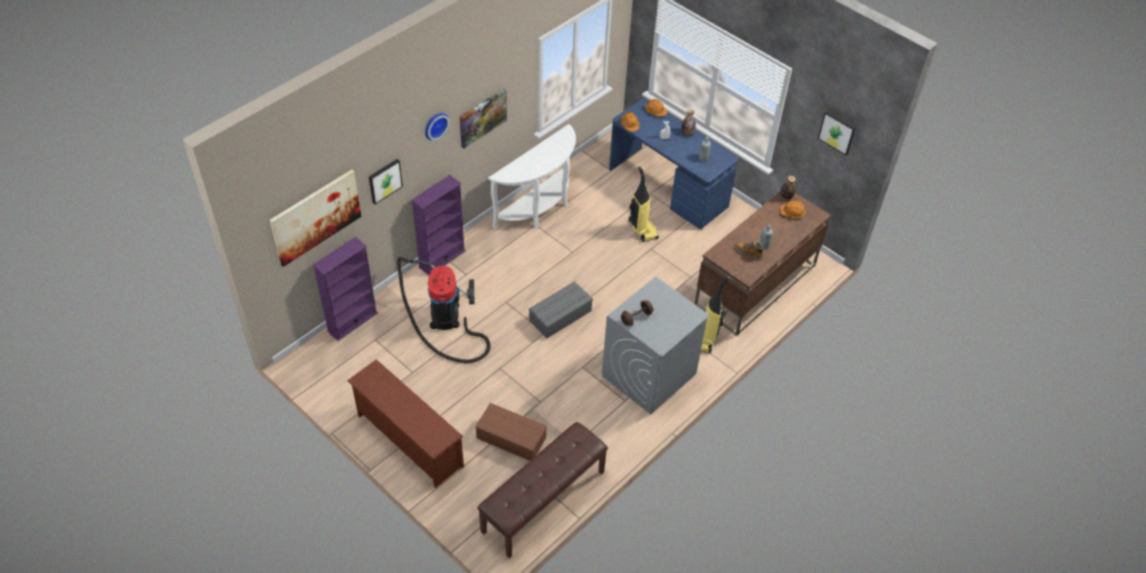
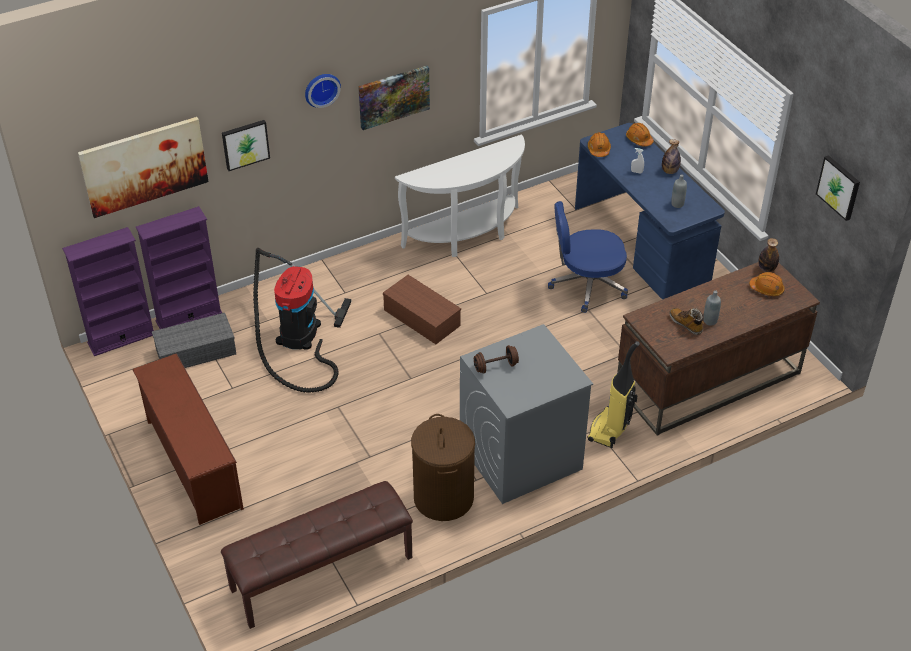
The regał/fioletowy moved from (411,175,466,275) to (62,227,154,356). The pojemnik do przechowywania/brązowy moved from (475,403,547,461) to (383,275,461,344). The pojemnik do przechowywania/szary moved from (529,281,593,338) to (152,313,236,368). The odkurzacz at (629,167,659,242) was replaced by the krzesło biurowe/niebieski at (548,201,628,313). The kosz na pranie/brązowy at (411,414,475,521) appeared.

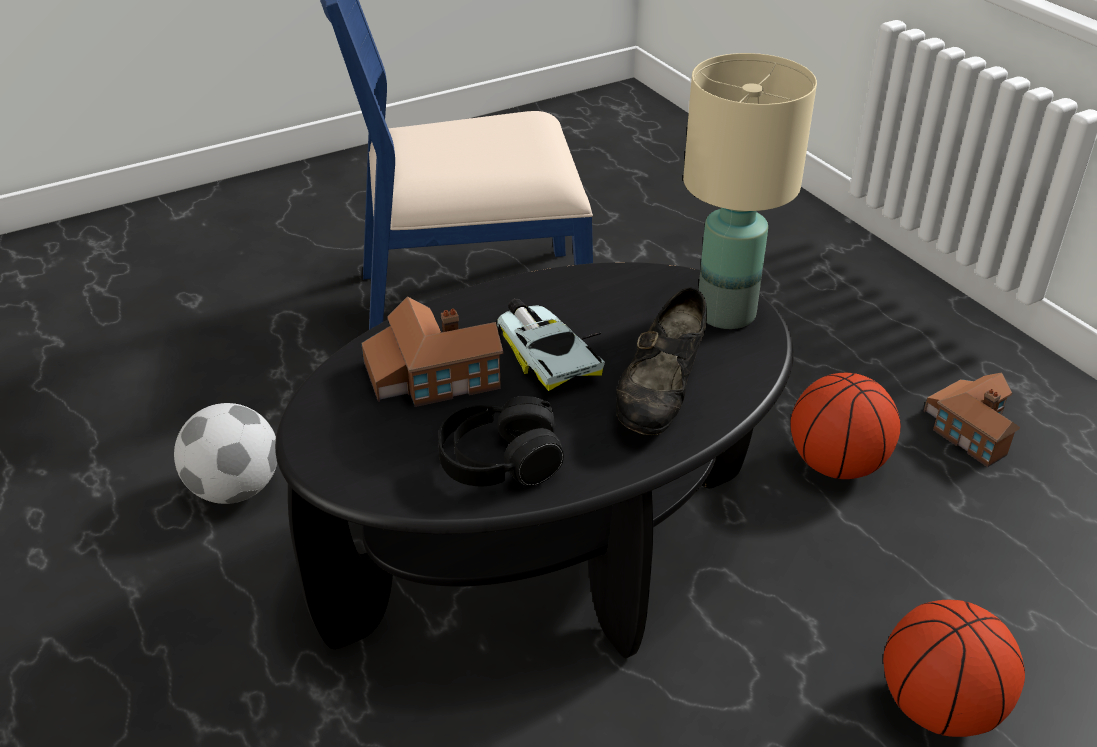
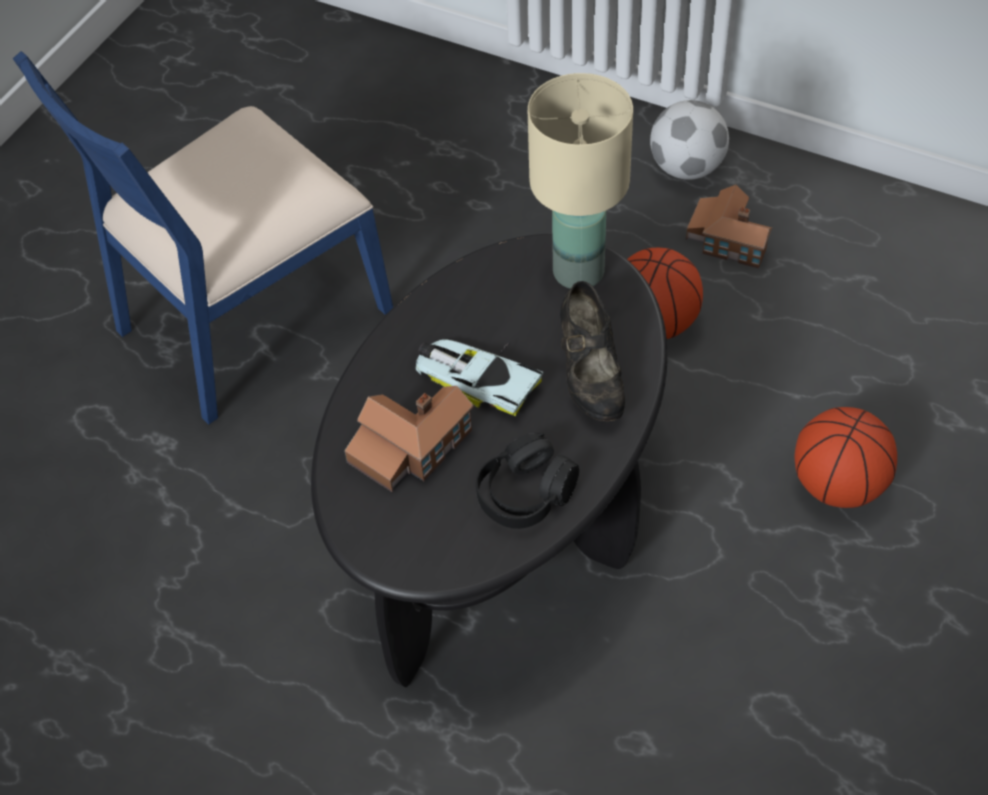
The piłka futbolowa moved from (174,403,277,504) to (650,100,729,180).

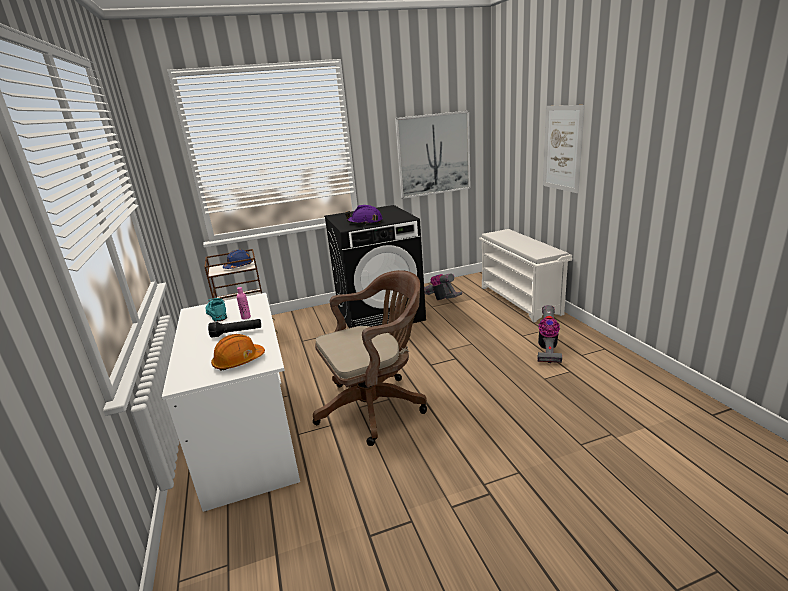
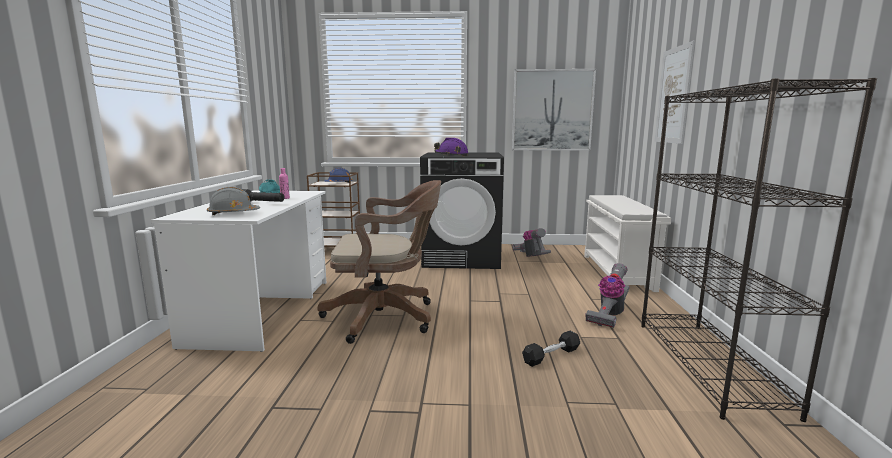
The kask/pomarańczowy at (211,334,265,371) became the kask/szary at (207,187,260,215). The hantel/czarny at (522,331,580,367) appeared. The regał/czarny at (641,78,877,422) appeared.

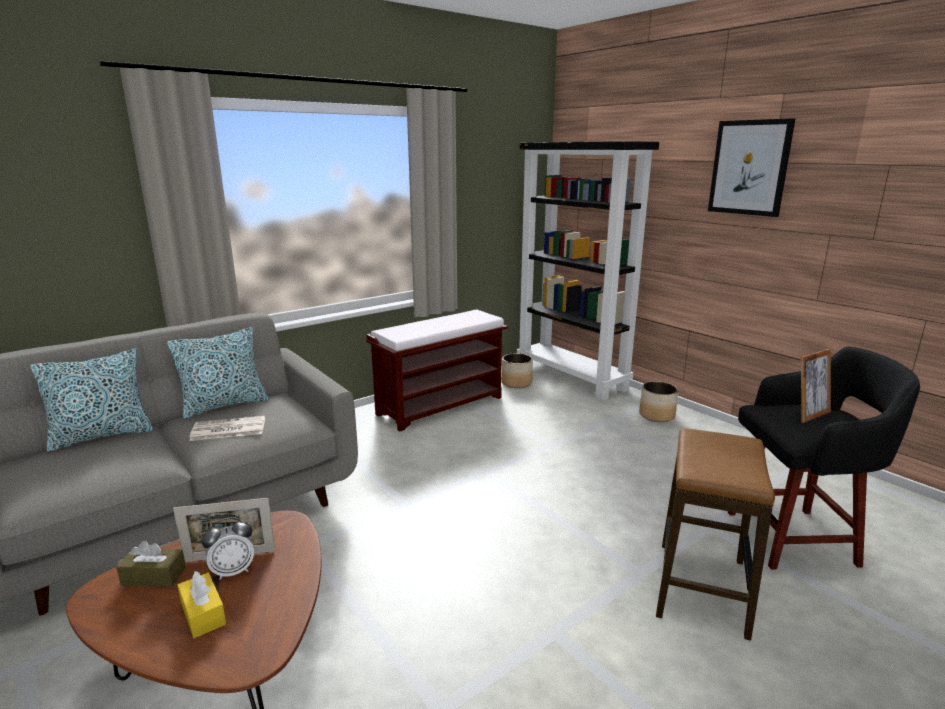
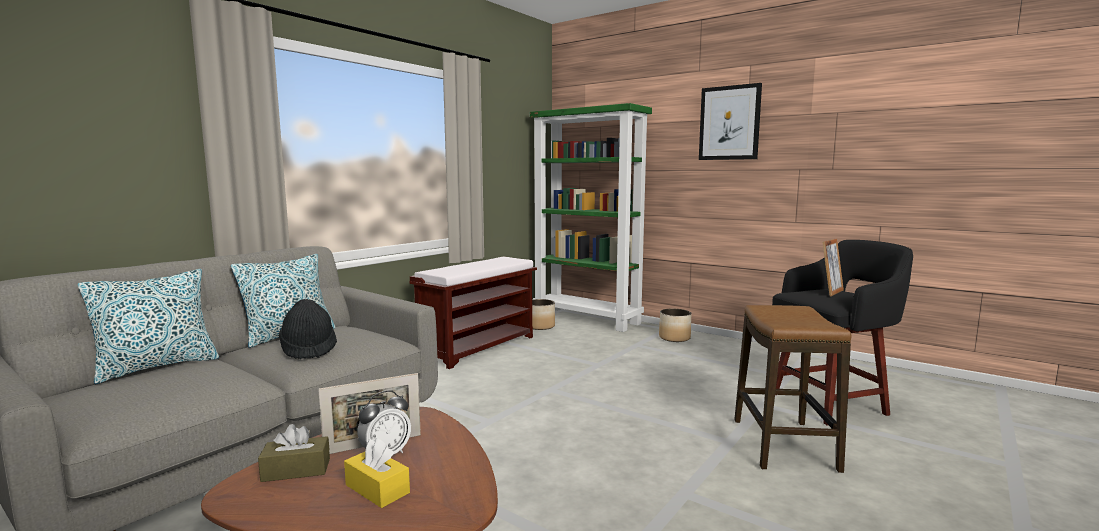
The gazeta at (189,416,265,441) was replaced by the kapelusz/czarny at (279,299,337,359). The regał/czarny at (517,141,659,400) became the regał/zielony at (530,103,652,332).

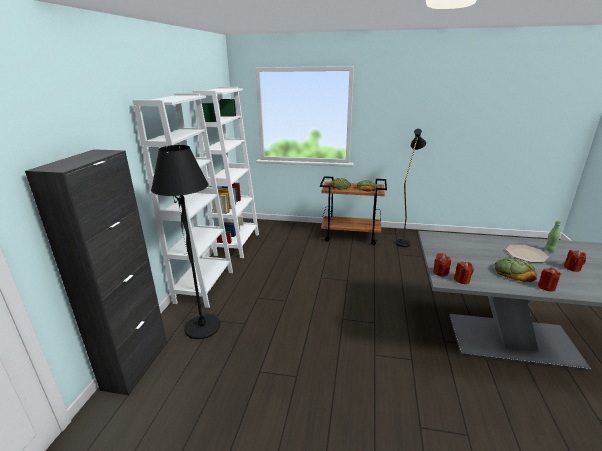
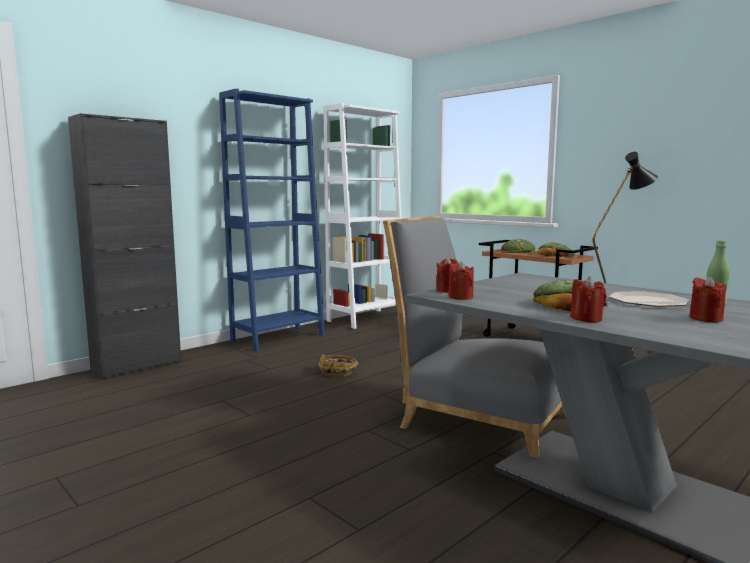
The regał/biały at (133,93,233,308) became the regał/niebieski at (219,88,325,351). The lampa stojąca/czarny at (151,145,220,339) disappeared. The koszyk at (318,355,358,377) appeared. The krzesło/szary at (383,216,567,458) appeared.

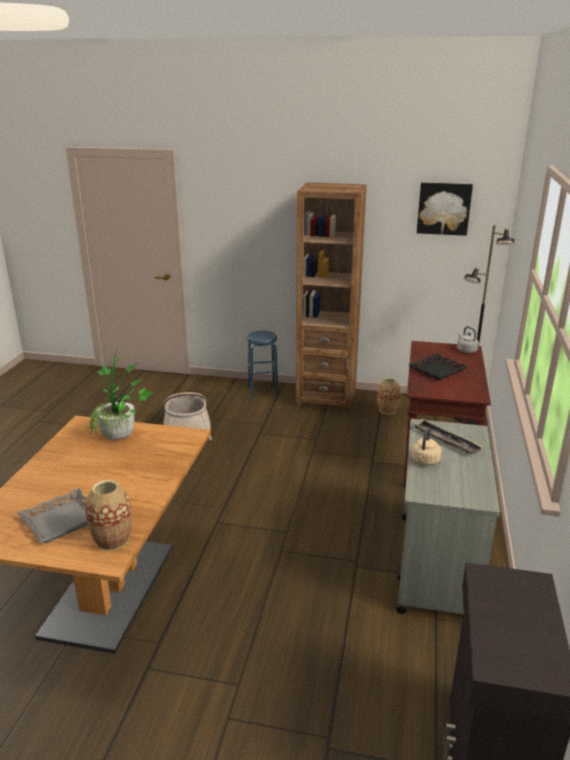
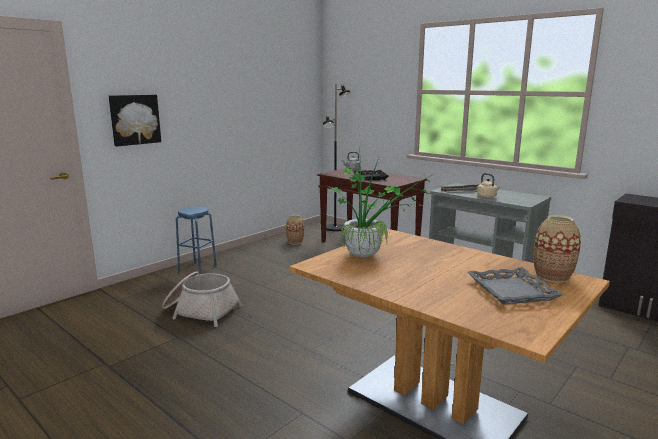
The regał/brązowy at (295,183,367,412) disappeared. The obraz moved from (417,182,473,236) to (109,95,161,146).

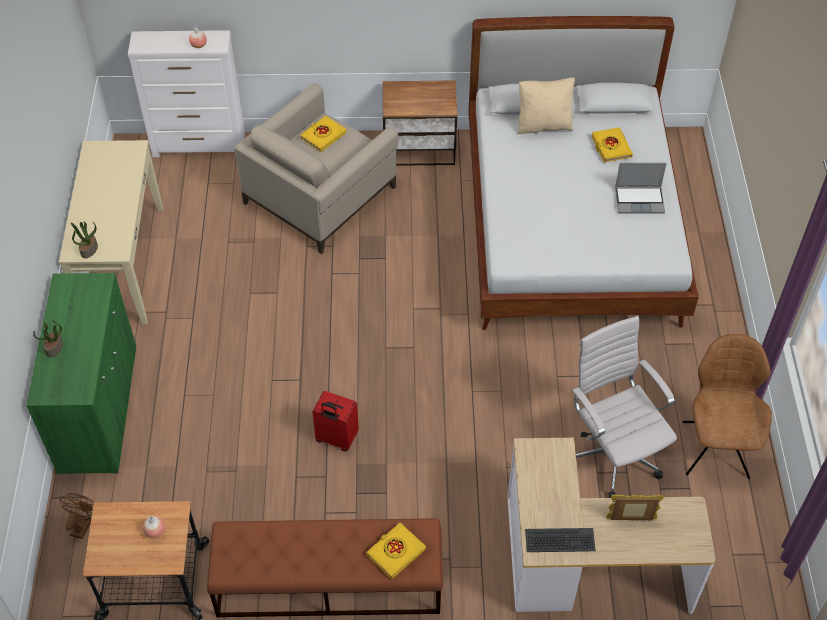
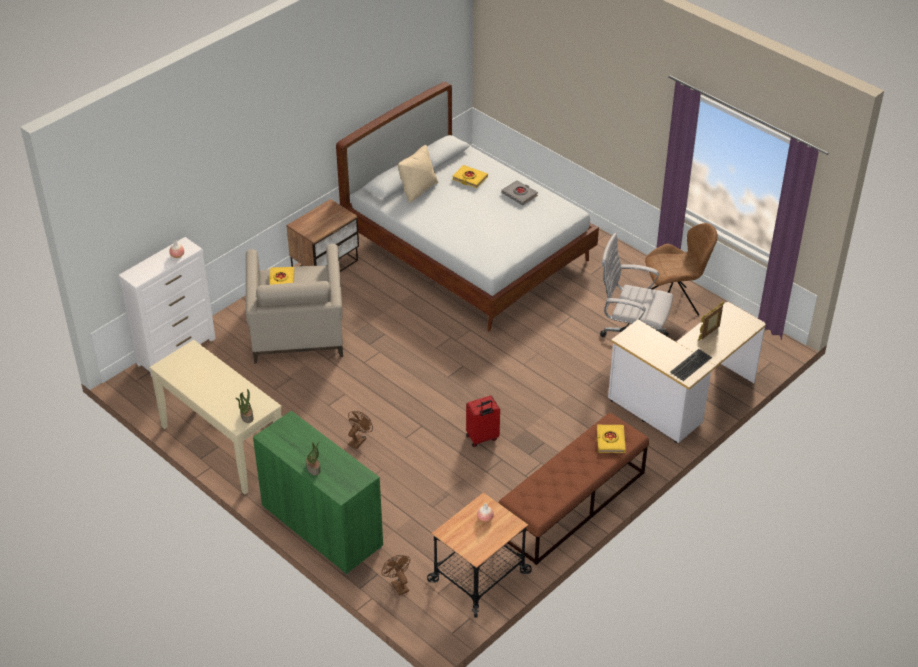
The laptop at (615,163,667,213) was replaced by the książka/szary at (502,180,538,205). The krzesło/brązowy at (682,334,772,479) turned 120 degrees clockwise. The wentylator/brązowy at (348,411,373,449) appeared.

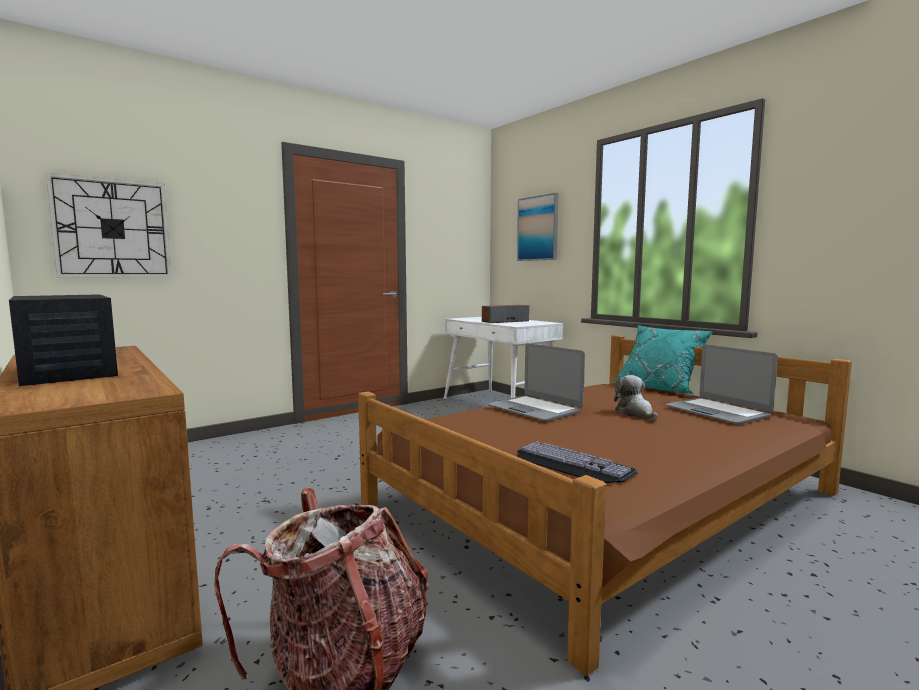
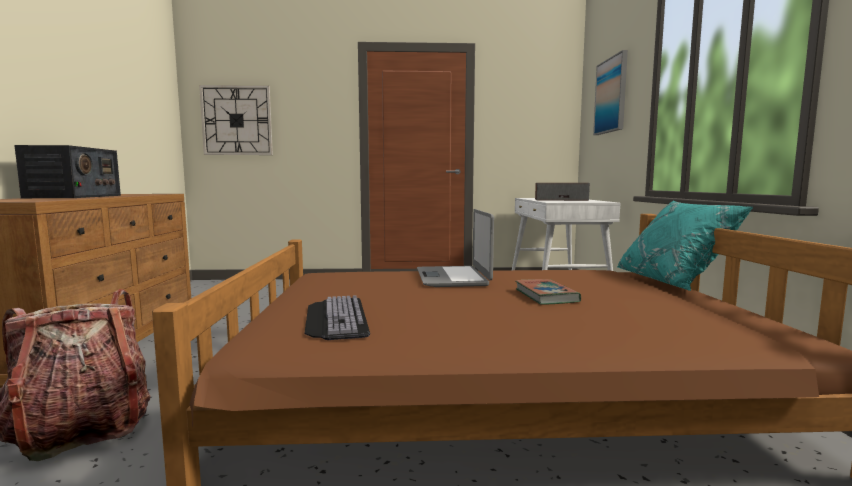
The pluszak at (614,375,658,421) was replaced by the książka at (515,279,581,305). The laptop at (665,345,778,424) disappeared.

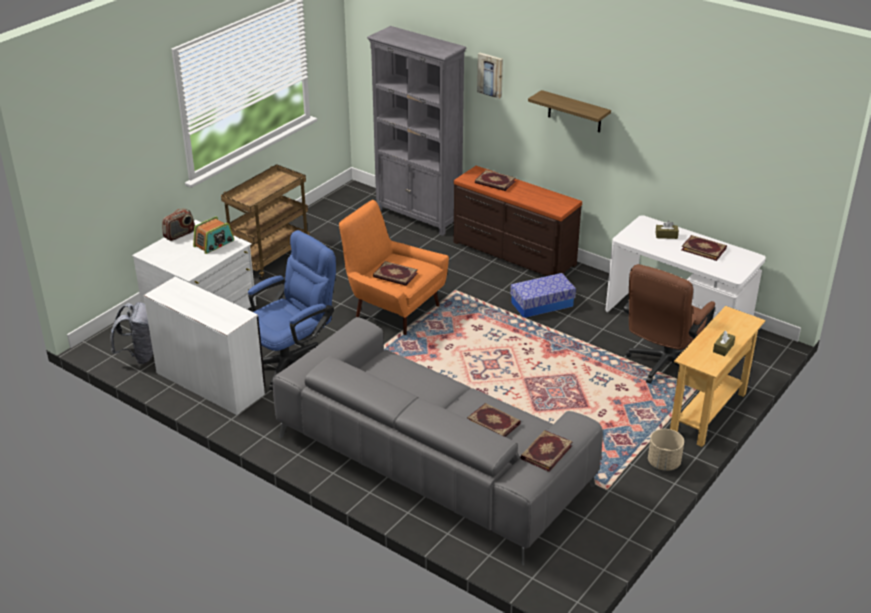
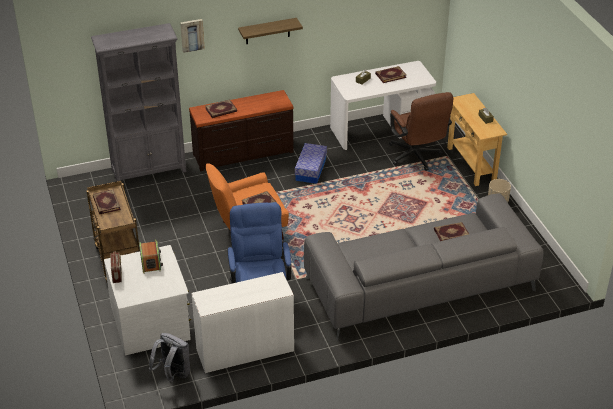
The książka moved from (520,430,573,472) to (93,189,121,214).

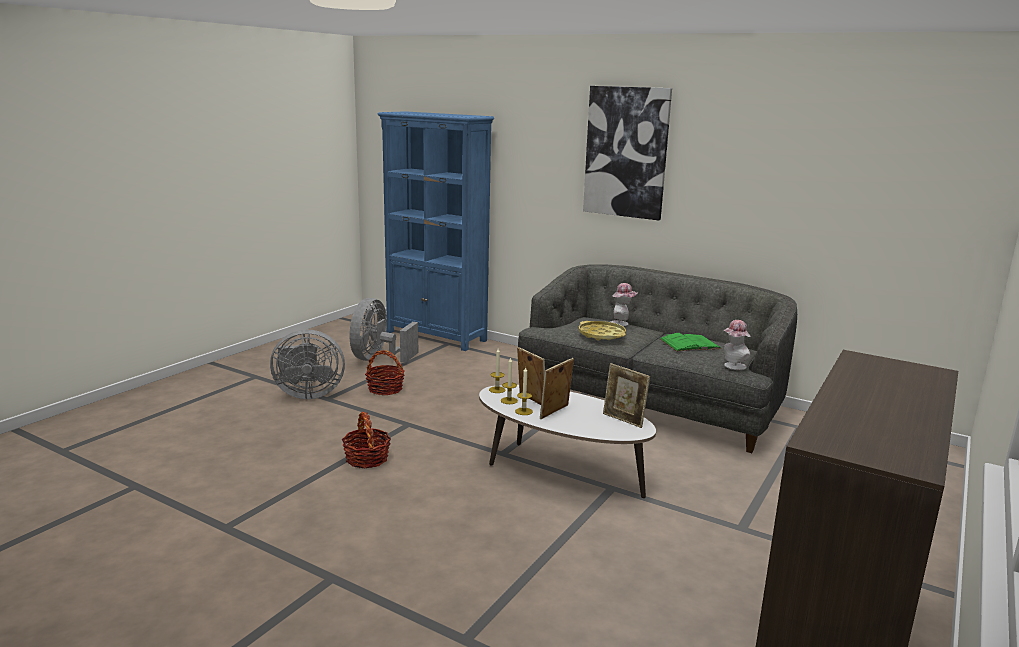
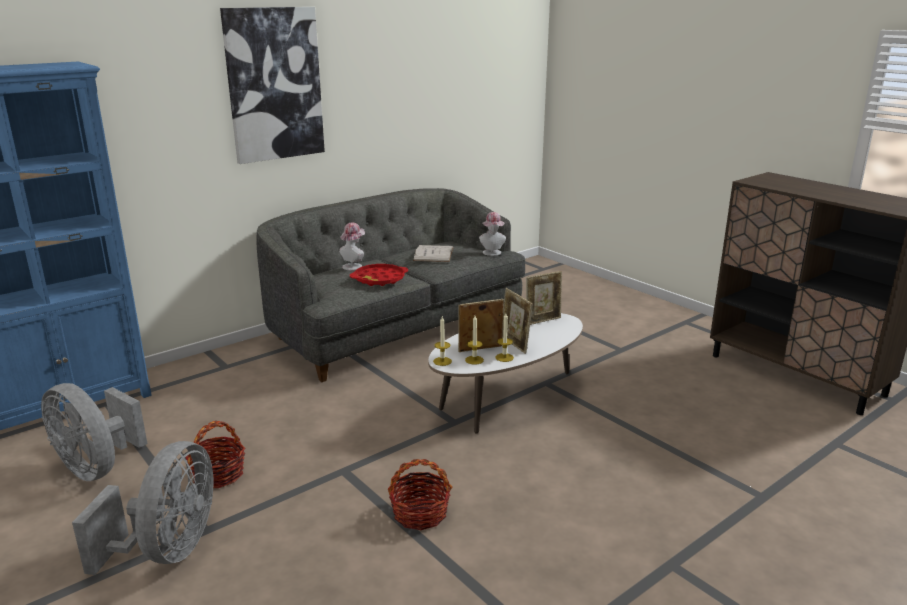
The taca/żółty at (579,321,626,341) became the taca/czerwony at (350,264,408,286). The książka/zielony at (660,333,721,352) became the książka/biały at (413,245,454,262).

